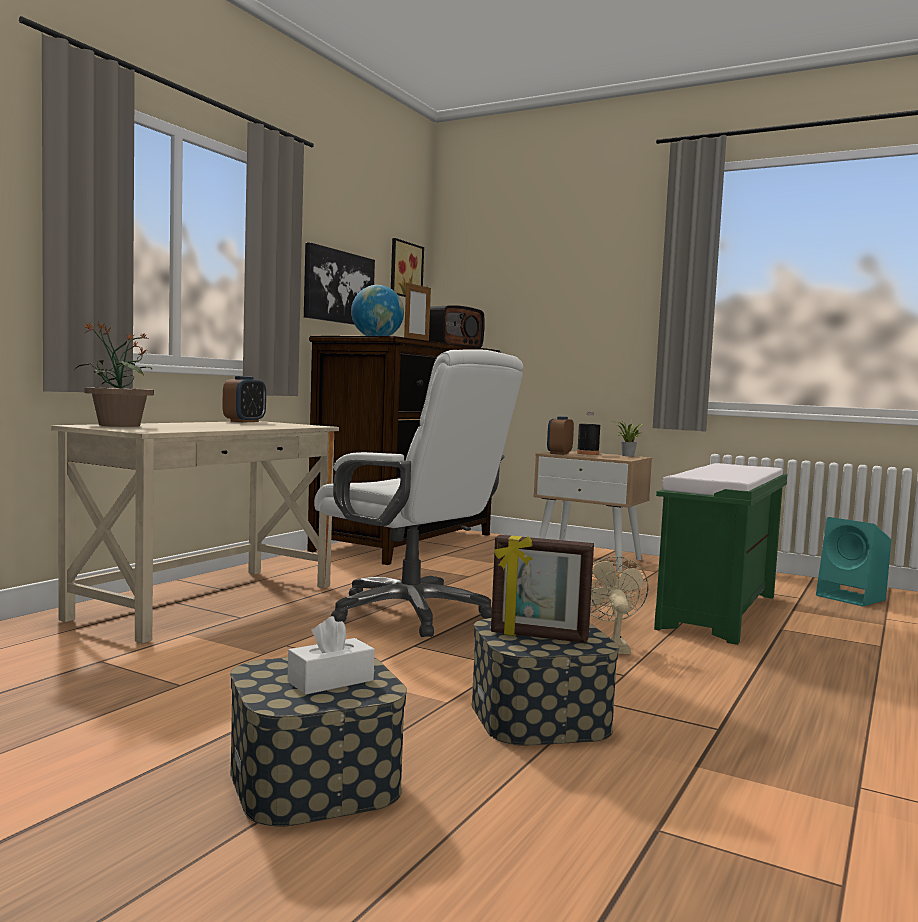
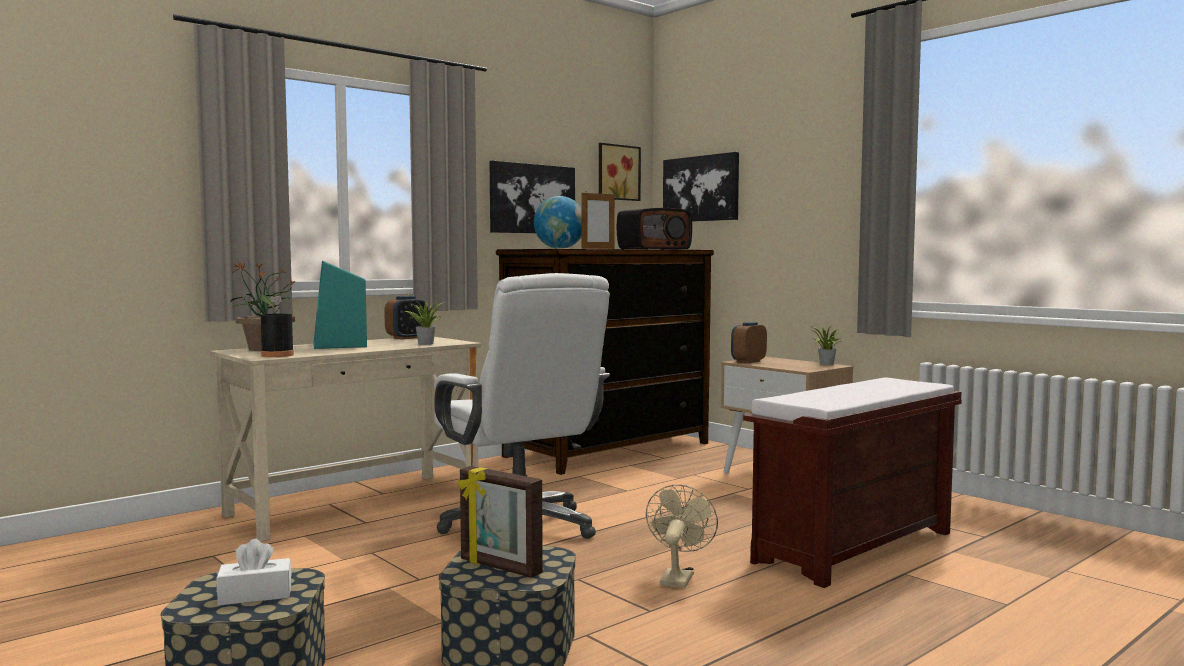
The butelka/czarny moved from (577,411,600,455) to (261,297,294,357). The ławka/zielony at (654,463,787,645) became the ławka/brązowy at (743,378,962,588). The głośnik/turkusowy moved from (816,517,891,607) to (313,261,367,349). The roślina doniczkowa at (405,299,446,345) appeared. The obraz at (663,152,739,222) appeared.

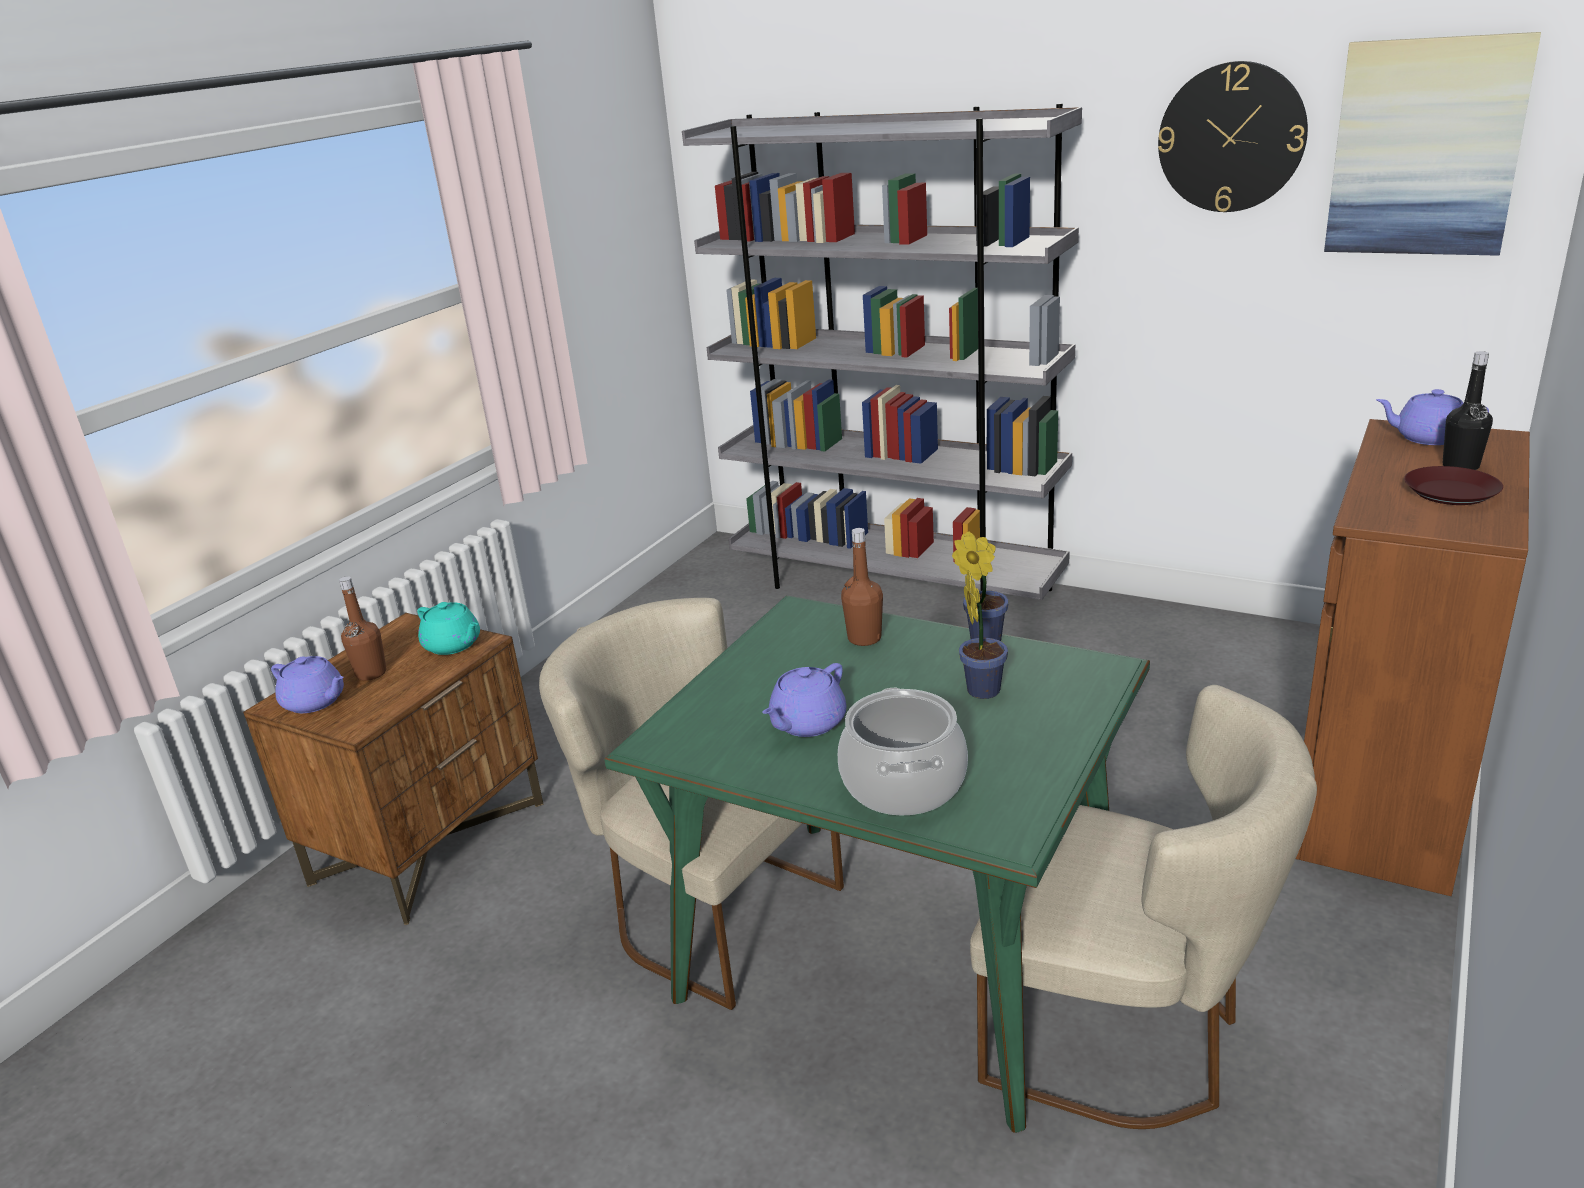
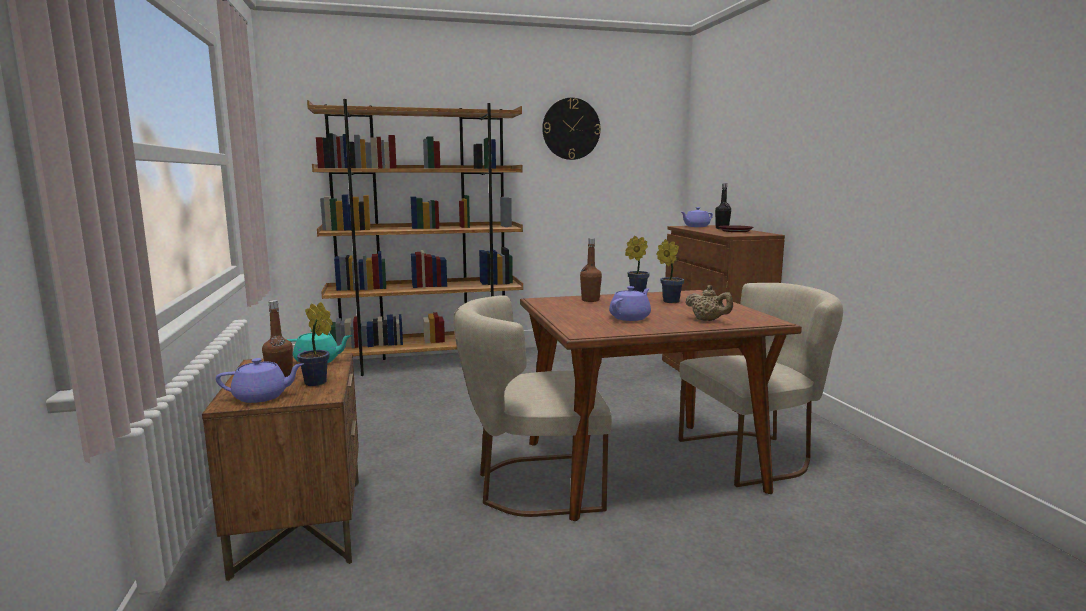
The stół jadalny/zielony at (604,595,1150,1133) became the stół jadalny/brązowy at (520,290,802,521). The regał/szary at (682,103,1082,600) became the regał/brązowy at (307,99,523,376). The imbryk/fioletowy at (762,663,846,737) turned 135 degrees counterclockwise. The garnek at (838,688,968,816) was replaced by the imbryk/beżowy at (685,285,733,321). The obraz at (1324,32,1541,256) disappeared. The roślina doniczkowa at (297,302,333,386) appeared.

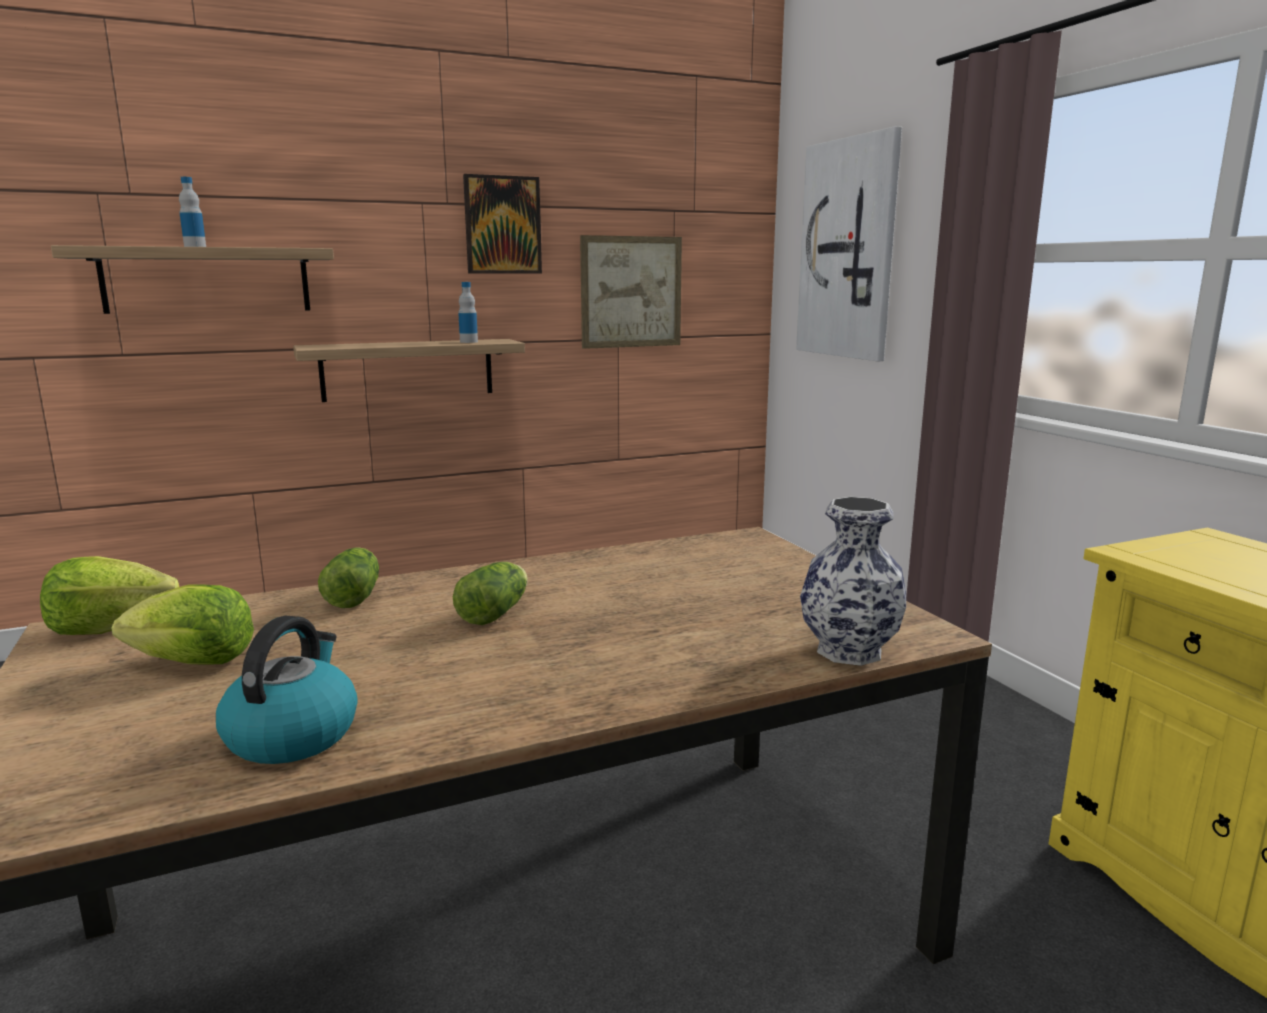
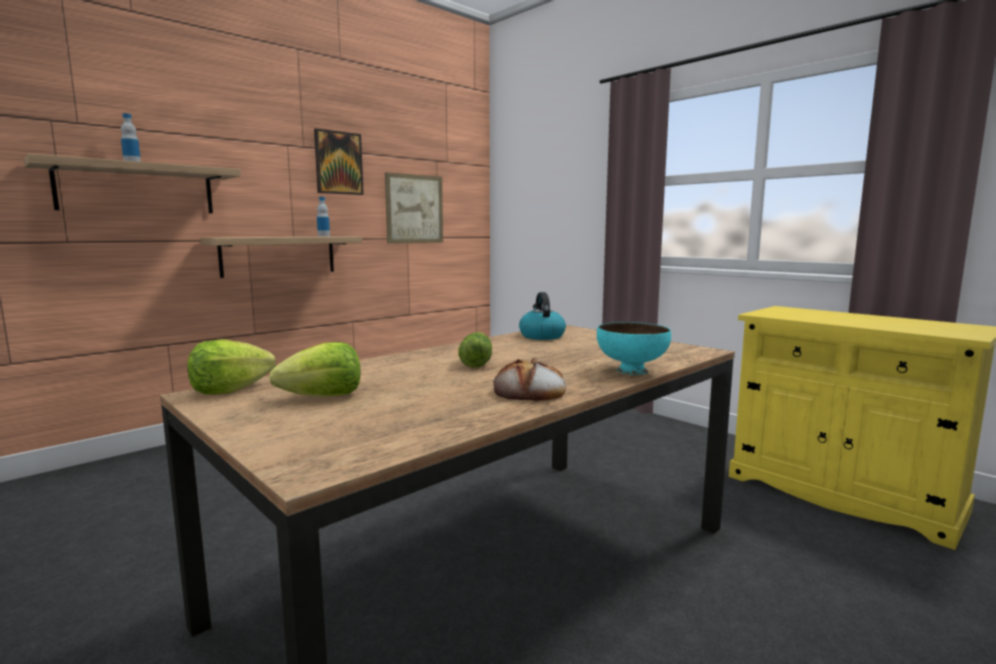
The czajnik moved from (216,615,357,764) to (519,292,566,340). The sałata at (318,547,379,608) disappeared. The obraz at (796,126,902,361) disappeared. The wazon at (800,497,906,666) disappeared. The chleb at (493,358,566,401) appeared. The miska/turkusowy at (597,322,671,375) appeared.

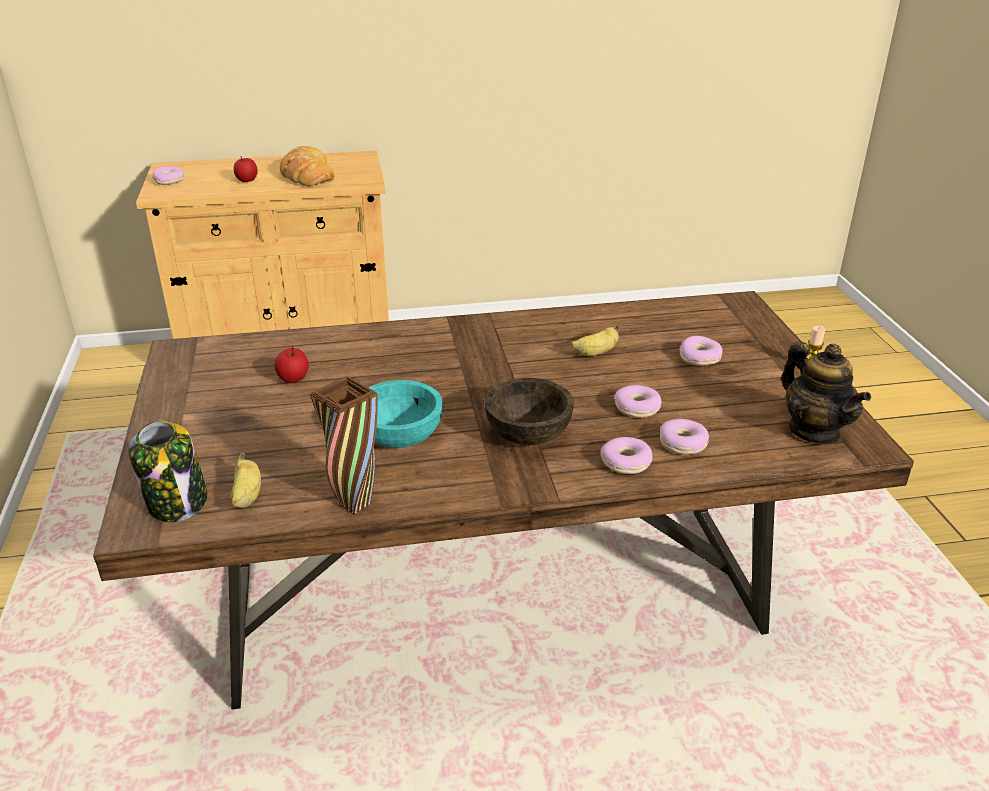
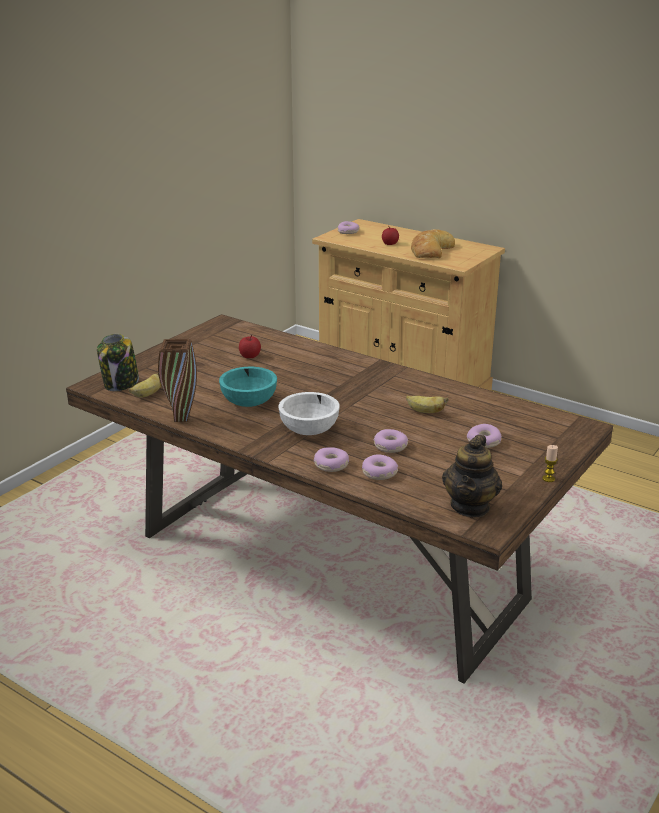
The miska/brązowy at (485,378,574,445) became the miska/biały at (278,392,340,435).

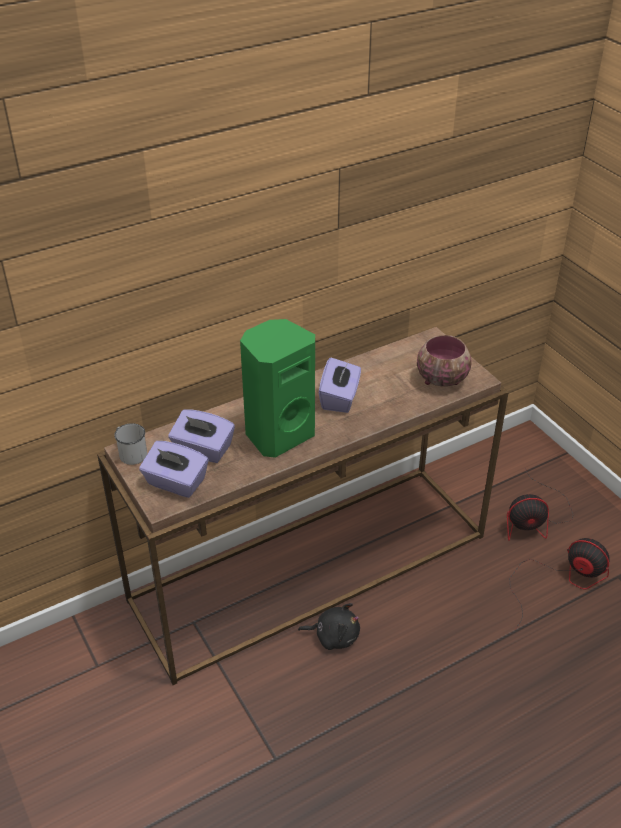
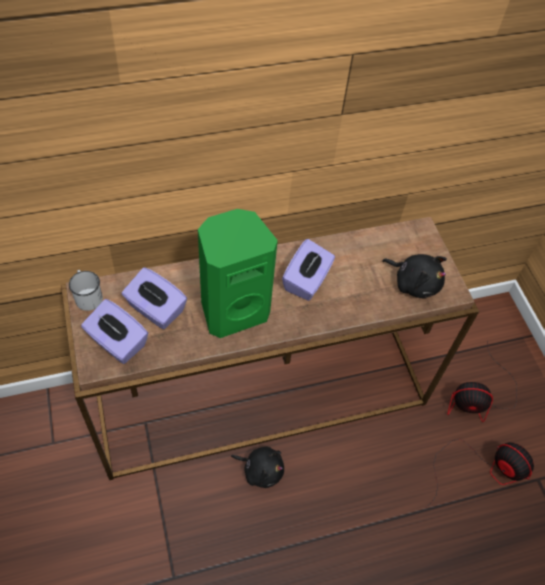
The miska at (417,335,471,387) was replaced by the pluszak/czarny at (382,254,447,298).

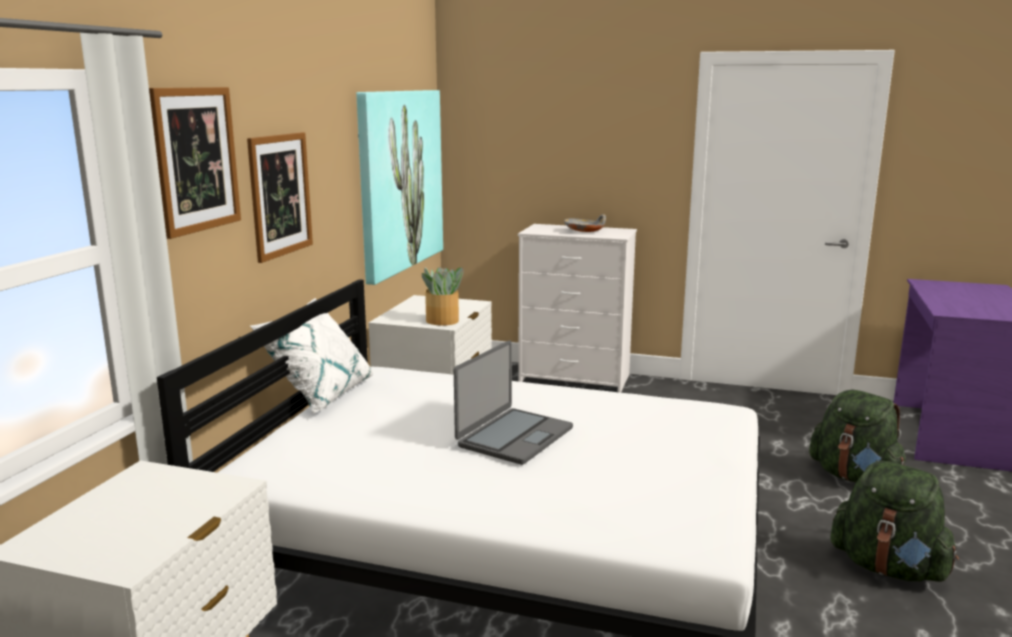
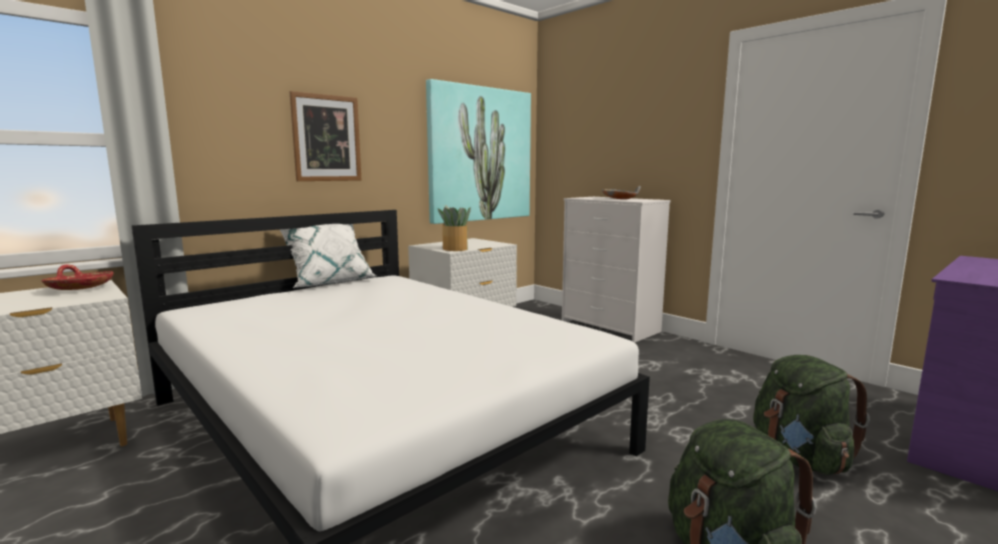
The obraz at (149,87,241,239) disappeared. The laptop at (454,340,573,465) disappeared. The miska/czerwony at (41,264,113,290) appeared.

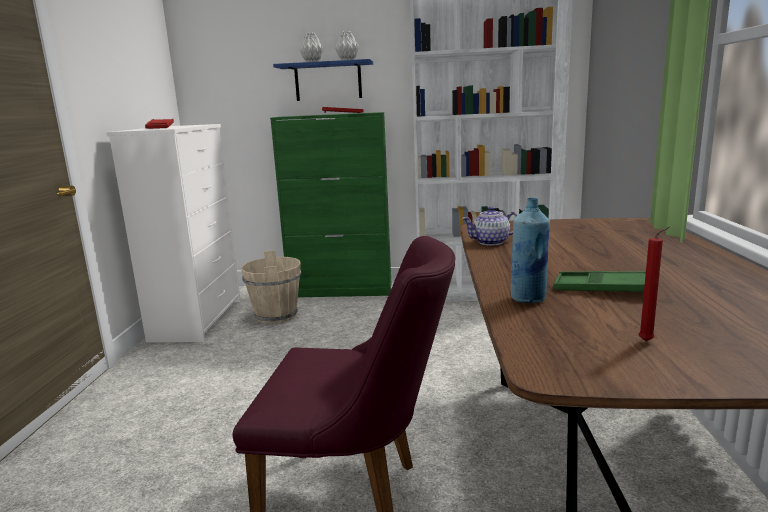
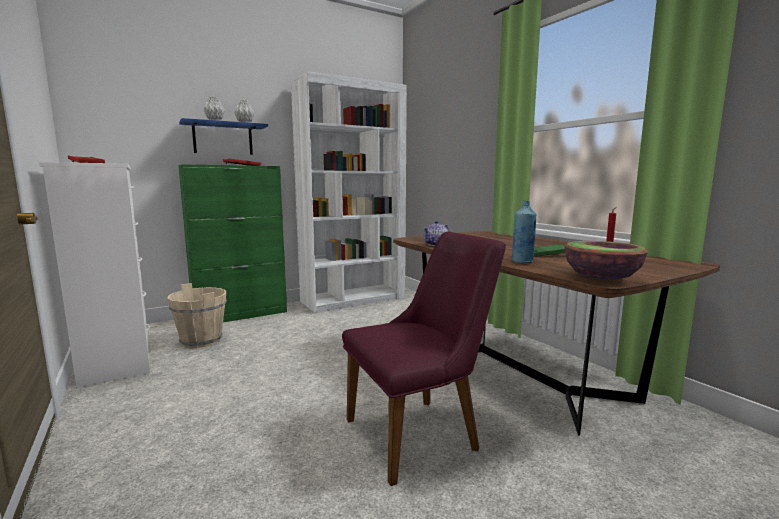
The miska at (564,241,648,280) appeared.

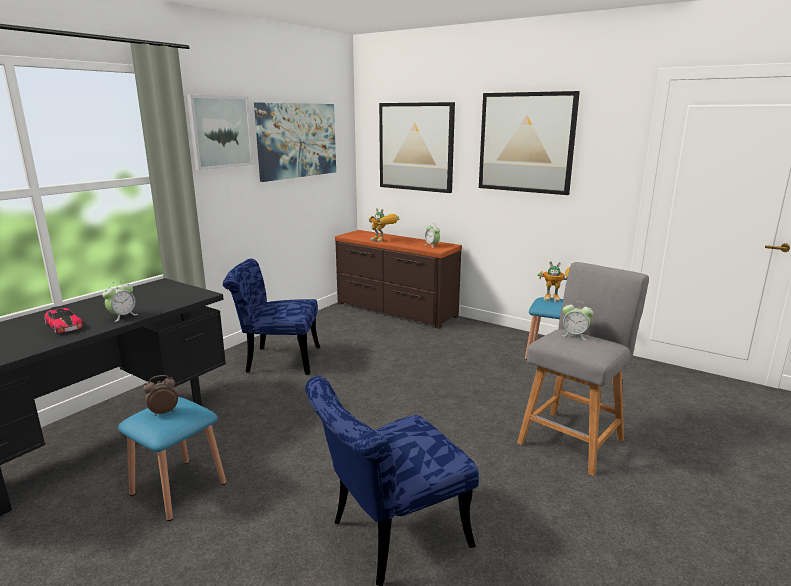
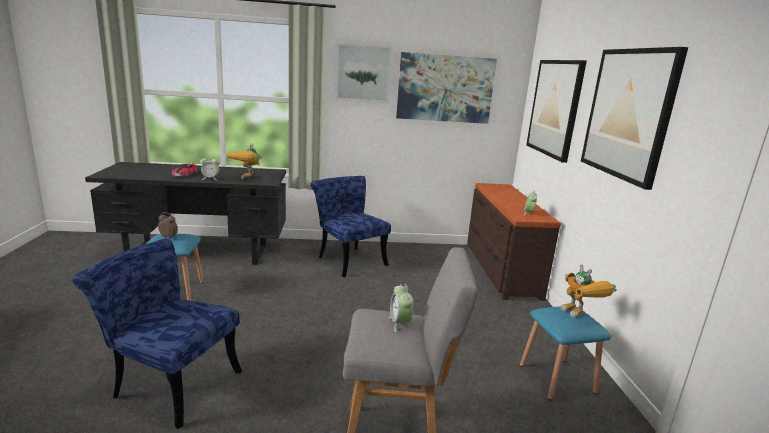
The robot zabawkowy moved from (369,208,400,242) to (228,143,262,179).

